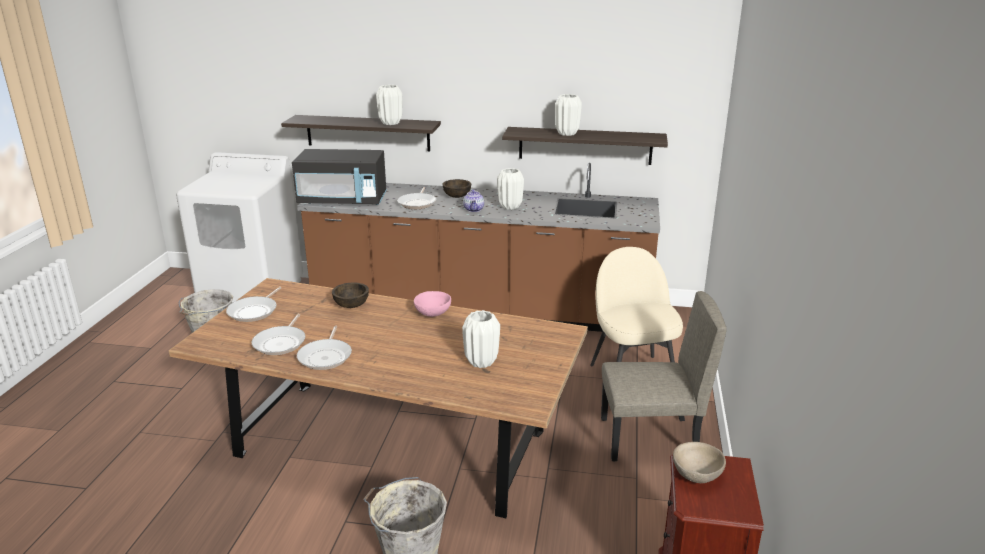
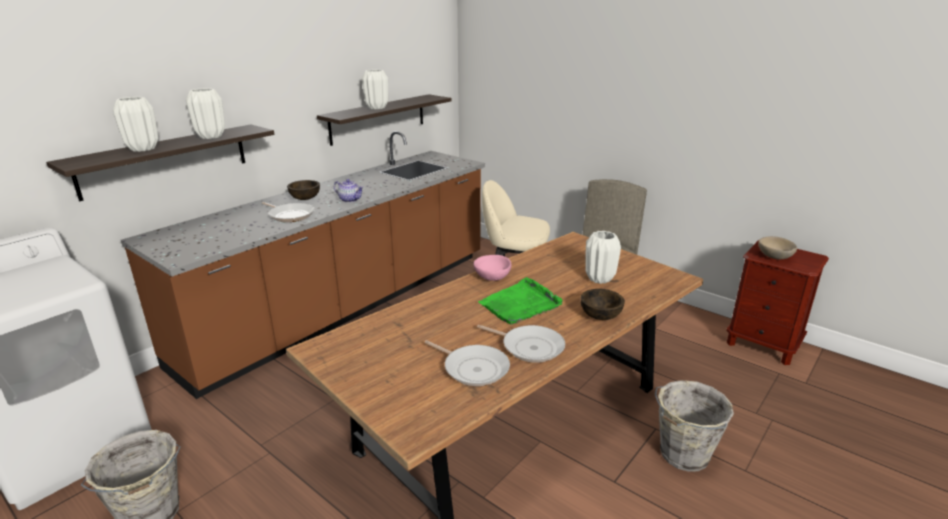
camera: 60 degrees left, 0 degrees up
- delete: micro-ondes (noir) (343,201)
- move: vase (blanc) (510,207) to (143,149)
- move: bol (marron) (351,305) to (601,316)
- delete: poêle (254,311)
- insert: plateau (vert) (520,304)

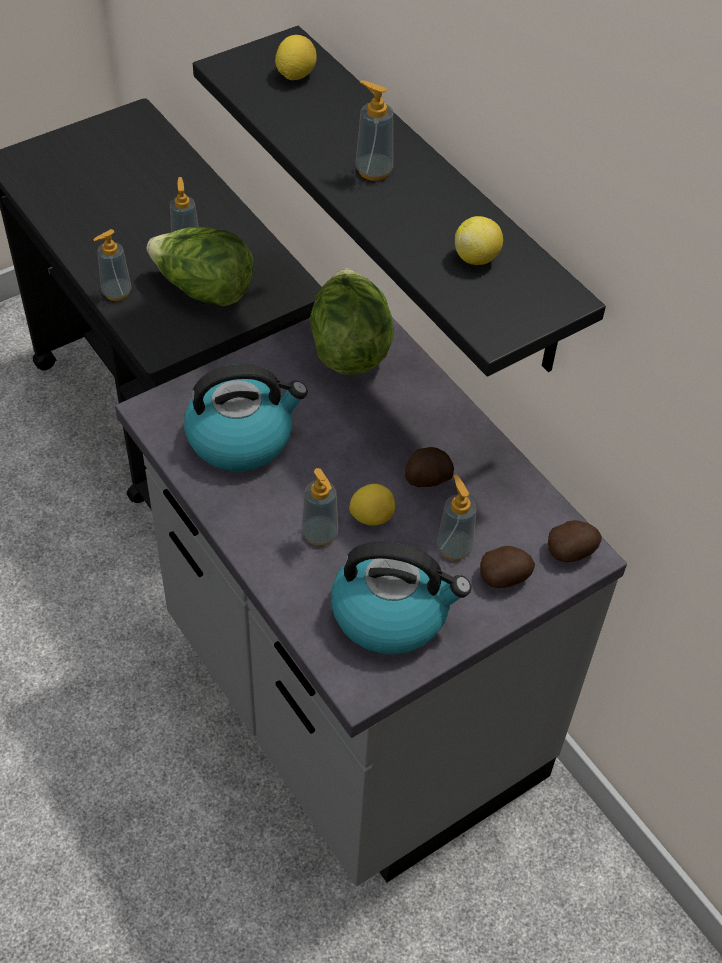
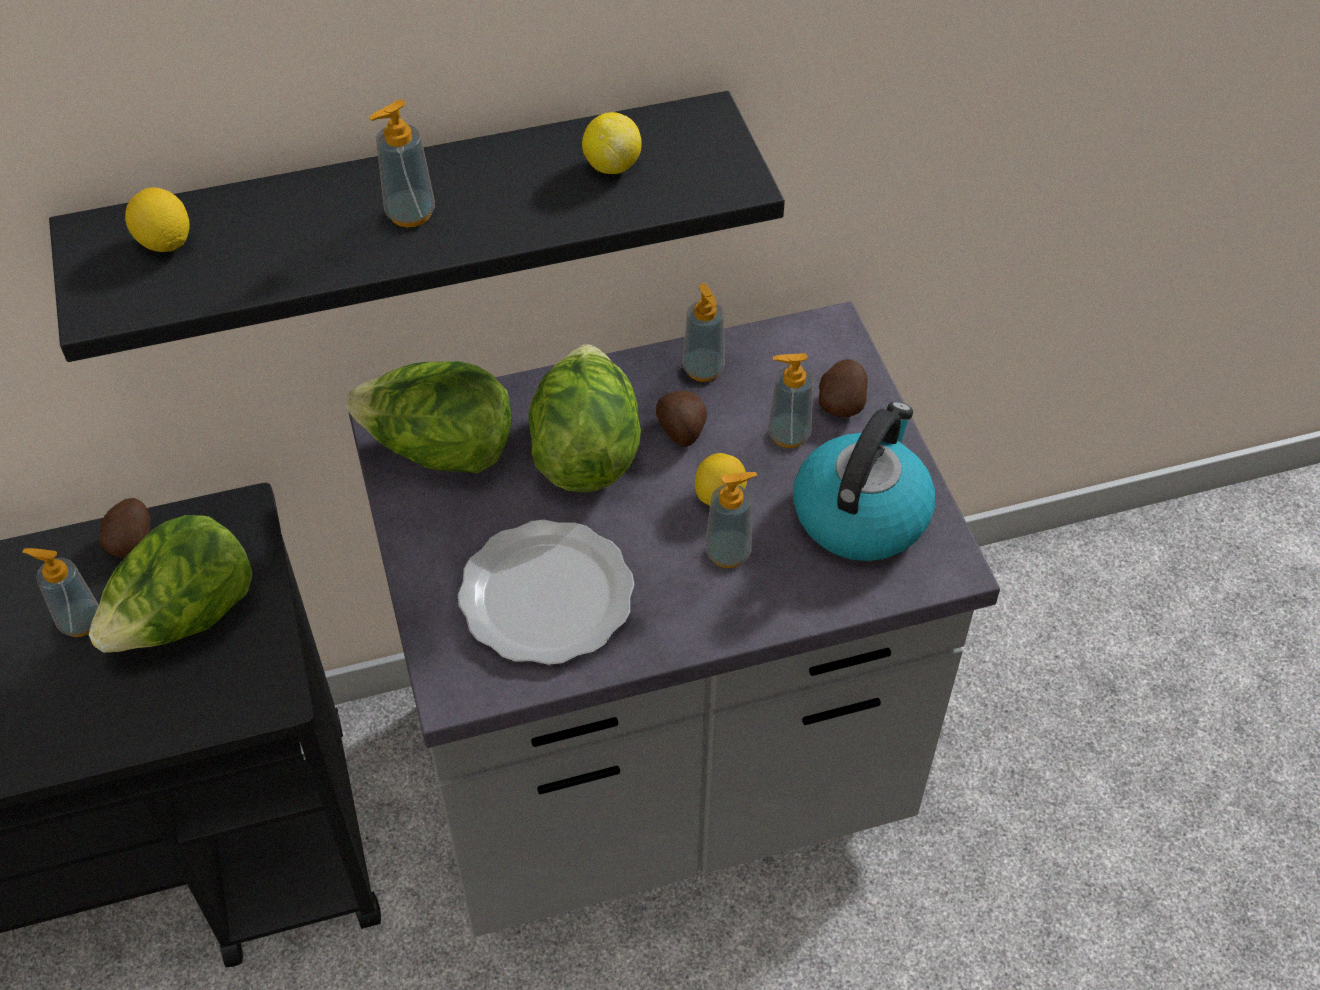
camera: 70 degrees left, 0 degrees up
- move: distributeur de savon (116,292) to (703,369)
- replace: bouilloire (242,437) to assiette (544,597)
- move: pomme de terre (571,552) to (133,540)
- insert: laitue (585,452)

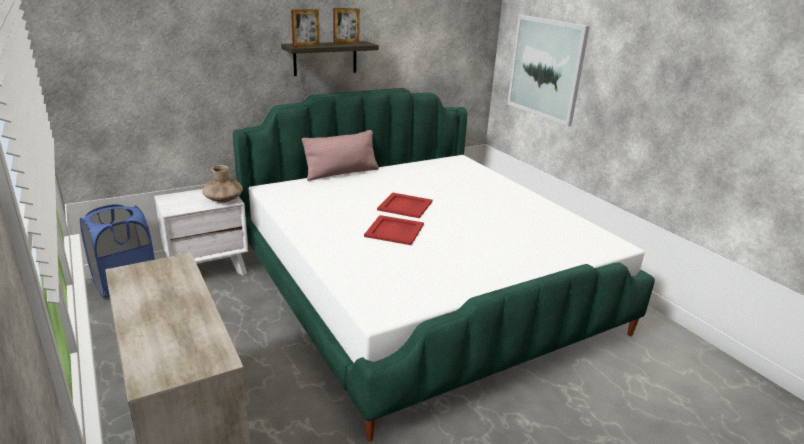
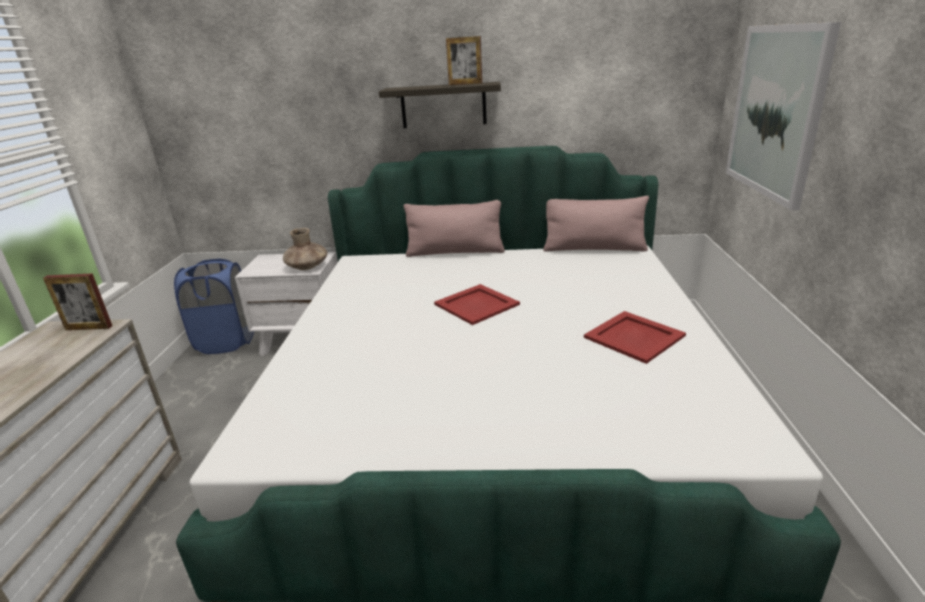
camera: 35 degrees right, 0 degrees up
- move: cadre photo (306,46) to (89,328)
- move: plateau (rouge) (394,230) to (634,337)
- insert: coussin (rose) (594,249)

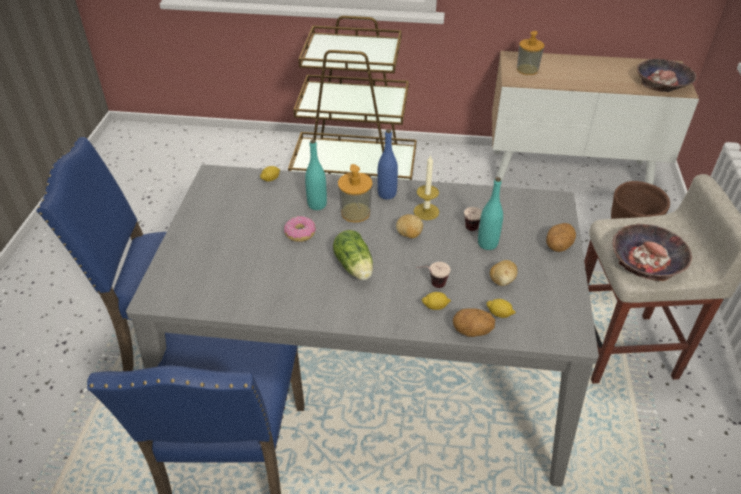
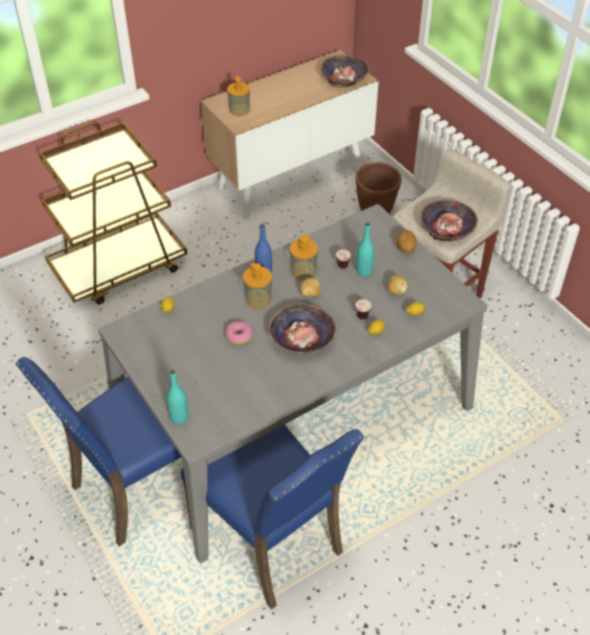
camera: 40 degrees left, 5 degrees up
- move: bouteille (turquoise) (317,205) to (179,417)
- replace: bougie (426,211) to distributeur de savon (303,271)
- replace: laitue (355,268) to bol (302,337)
- delete: pomme de terre (472,332)

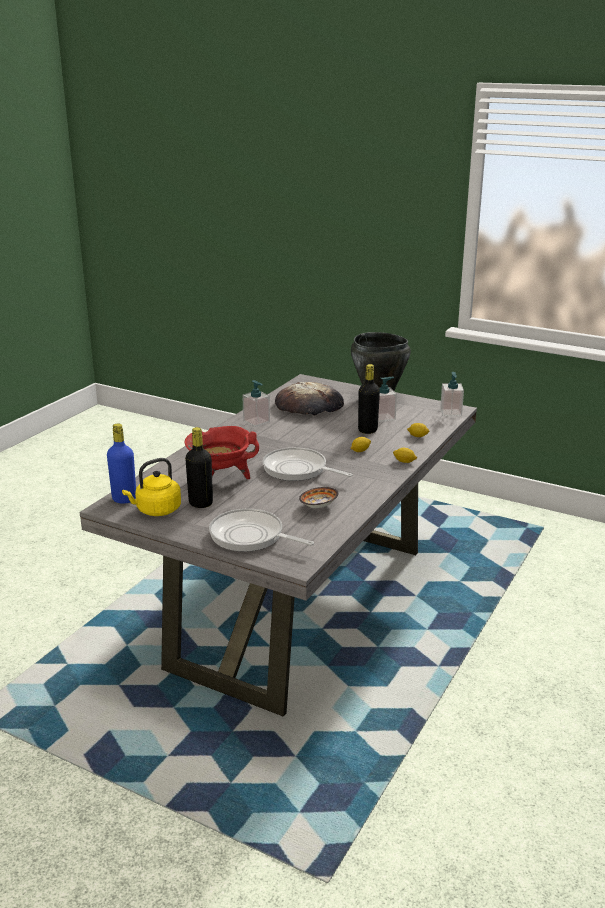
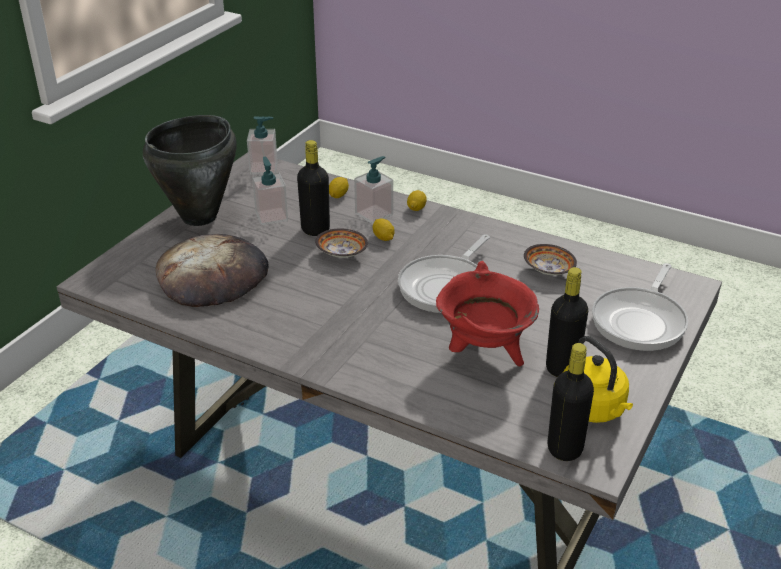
camera: 90 degrees left, 10 degrees up
- move: distributeur de savon (256,421) to (374,214)
- recolor: bouteille (bleu) (124,499) to bouteille (noir) (565,449)
- insert: bol (342,254)

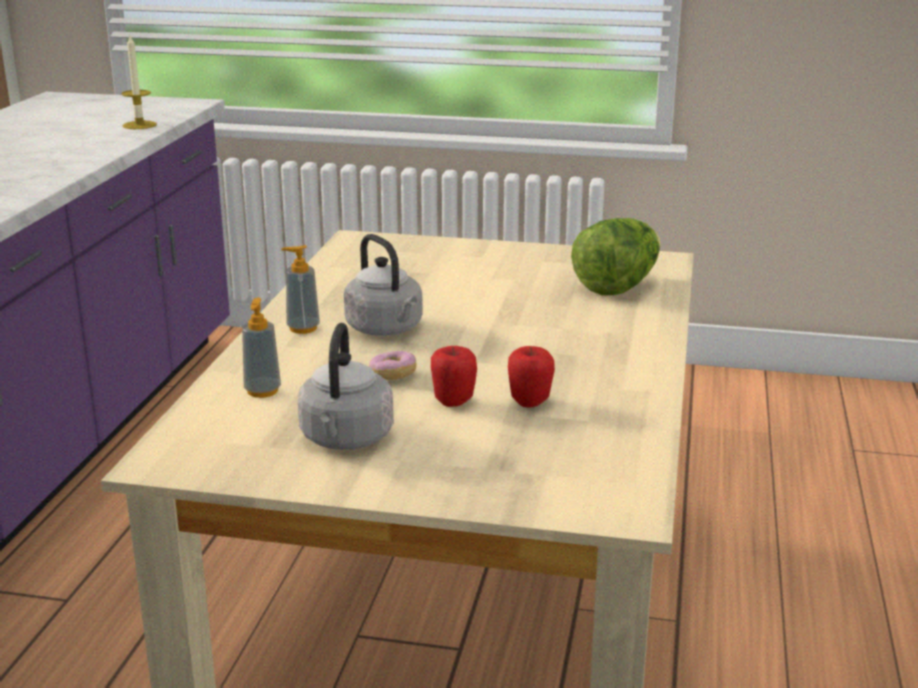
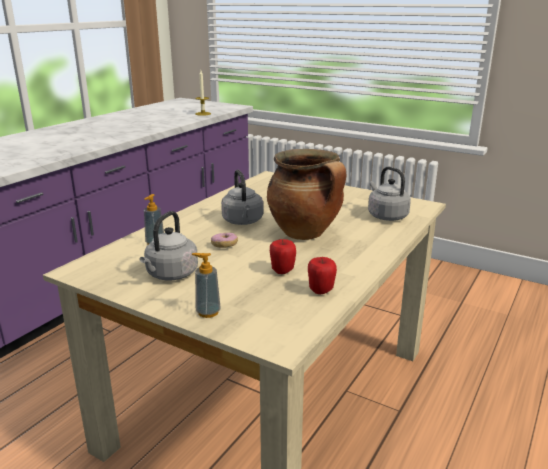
camera: 20 degrees right, 0 degrees up
- replace: laitue (617,286) to bouilloire (gris) (386,216)
- move: distributeur de savon (303,328) to (208,312)
- move: pomme (453,402) to (321,291)
- insert: marmite (306,233)

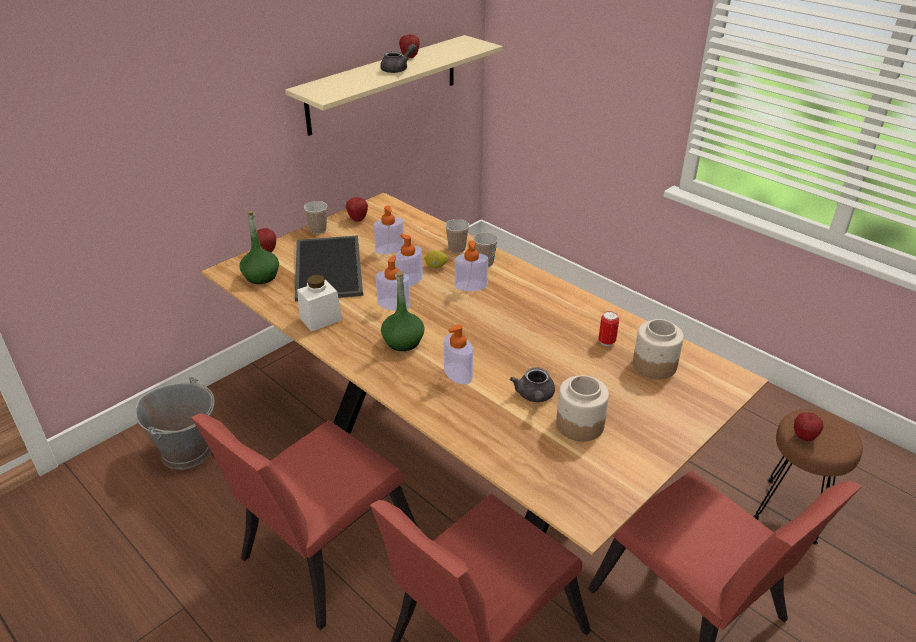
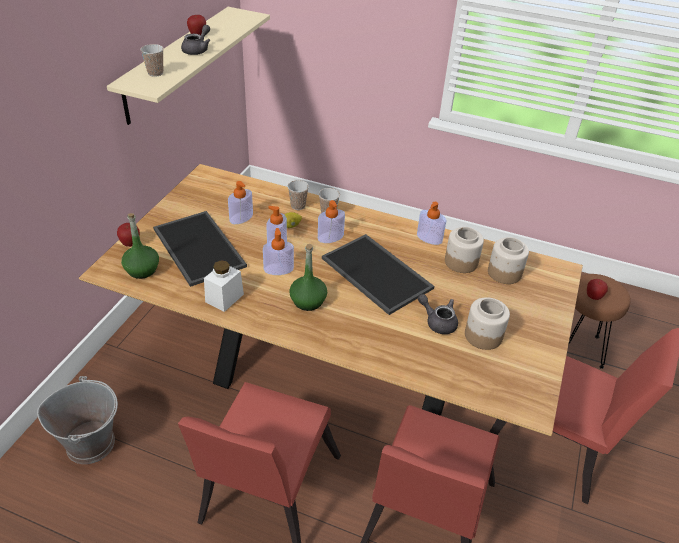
camera: 25 degrees left, 5 degrees up
- delete: pomme (357,219)
- move: tasse (318,230) to (155,73)
- replace: boîte métallique (606,342) to bocal (460,262)
- move: distributeur de savon (458,373) to (429,238)
- rotate: théière (gris) (534,396) = (438,322) 150 degrees clockwise
- insert: plateau (378,273)

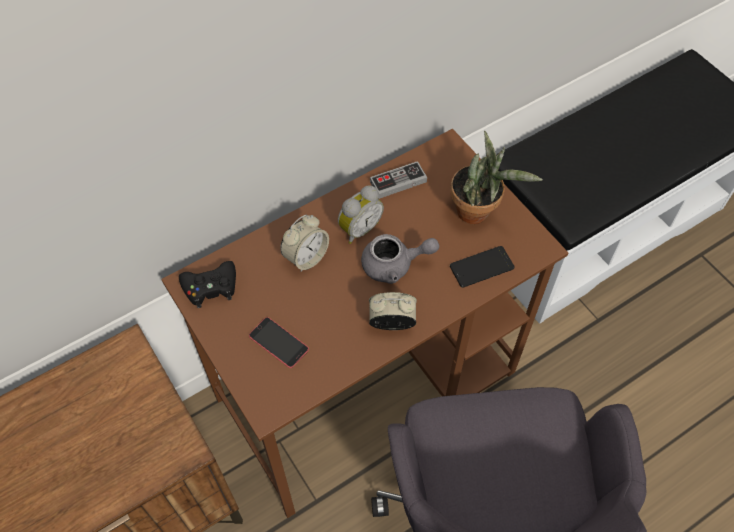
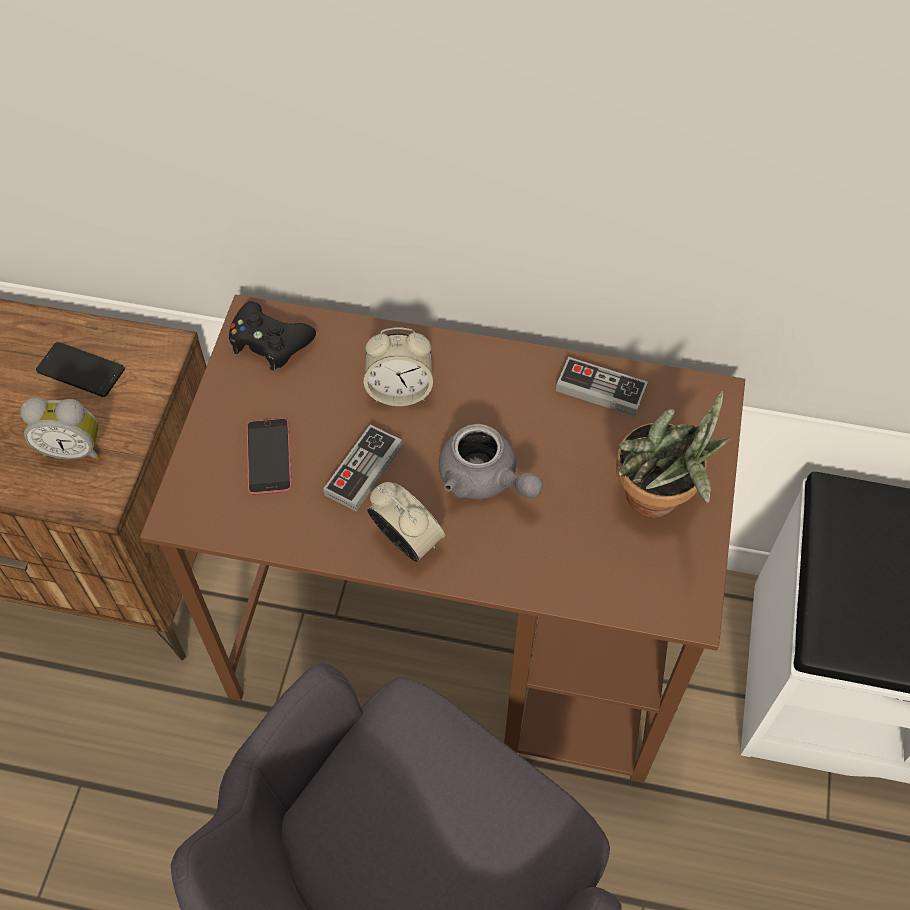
camera: 45 degrees right, 0 degrees up
- move: réveil (359,228) to (73,448)
- move: téléphone (481,267) to (80,370)
- insert: manette (363,470)

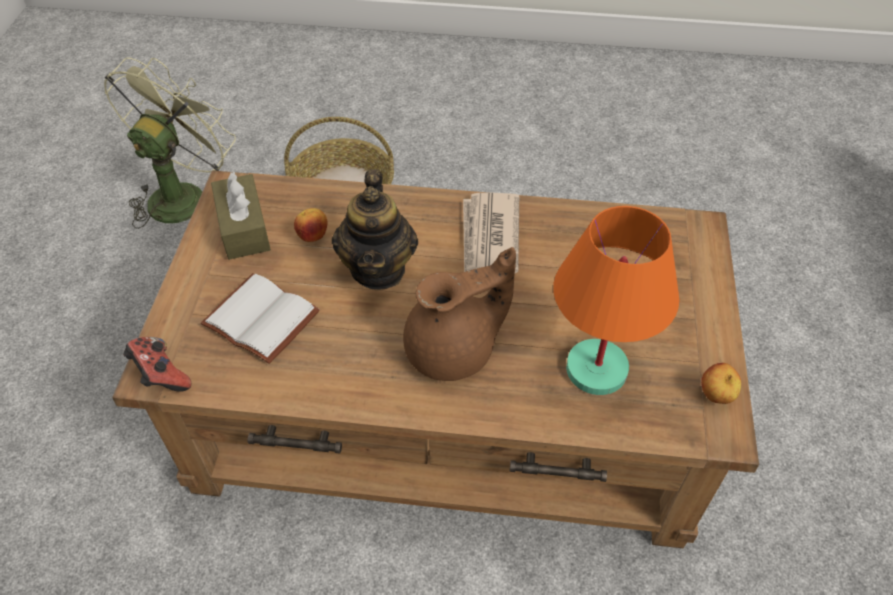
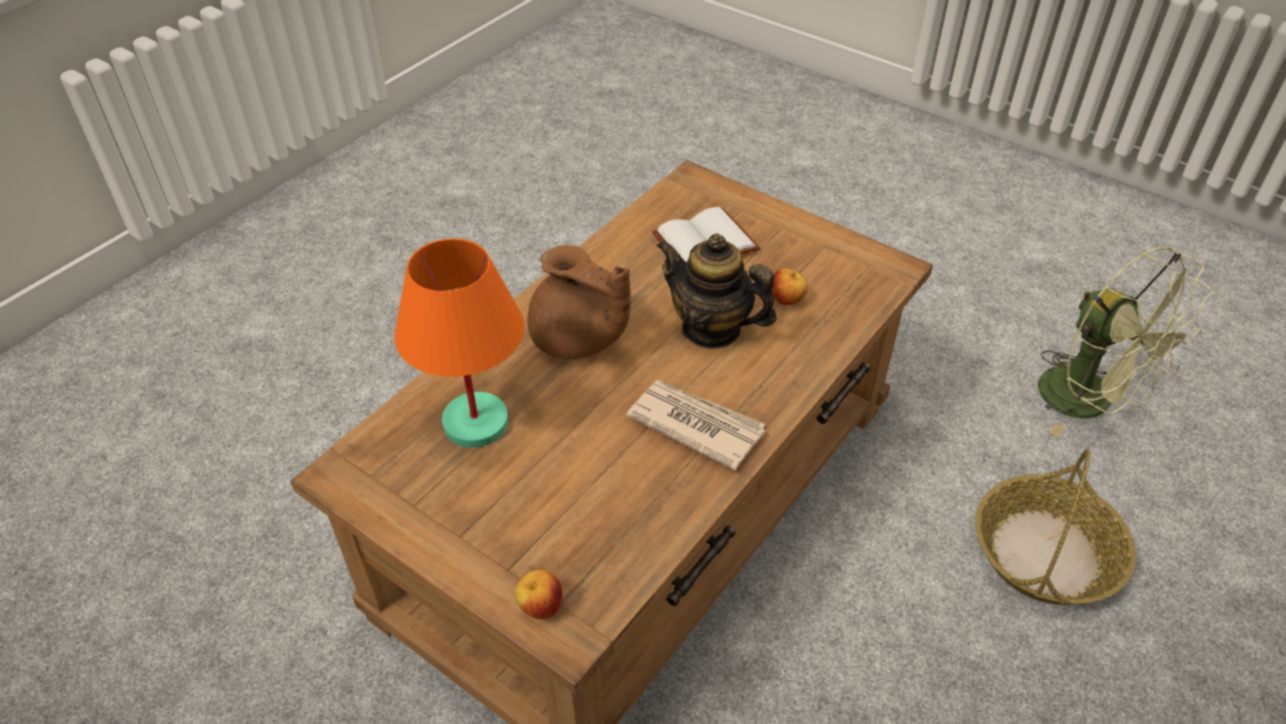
camera: 120 degrees right, 5 degrees down
- delete: boîte à mouchoirs (marron) (243,228)
- rotate: théière (marron) (454,350) = (577,340) 60 degrees counterclockwise
- delete: manette (161,376)
- move: pomme (716,395) to (540,607)

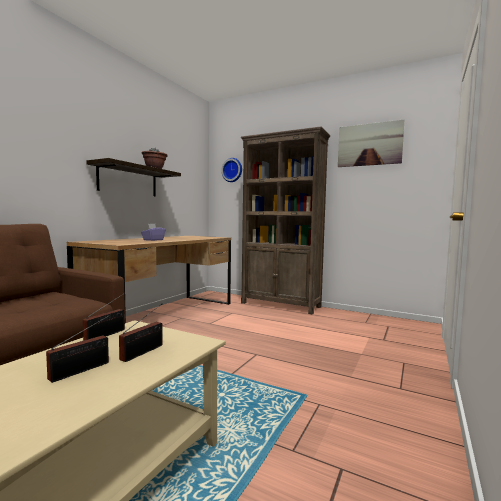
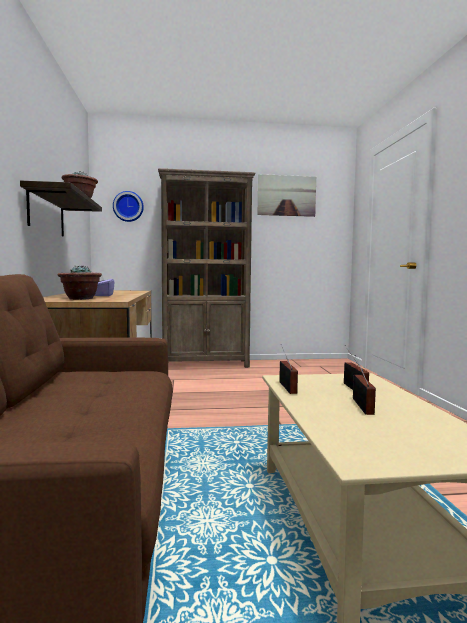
camera: 35 degrees left, 0 degrees up
- insert: plante en pot (80,299)

